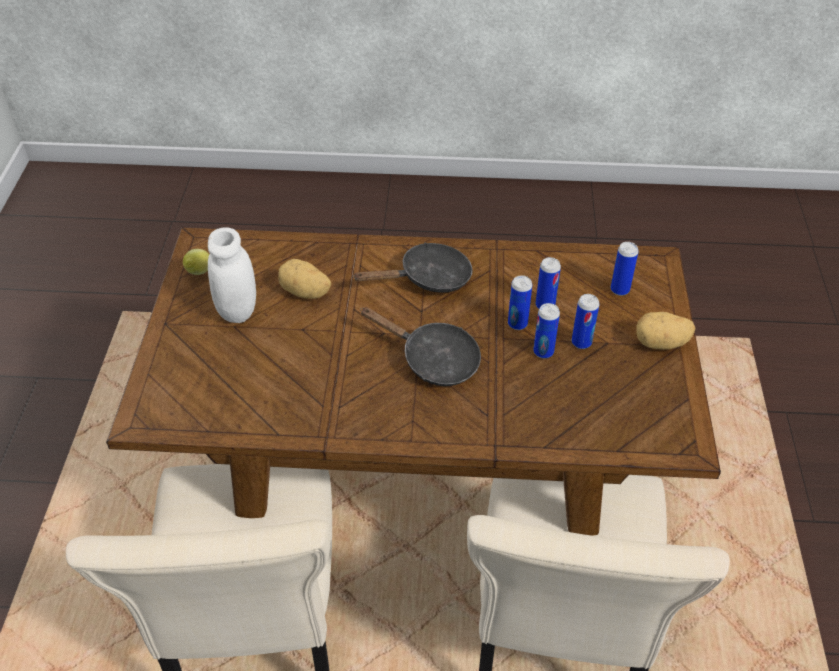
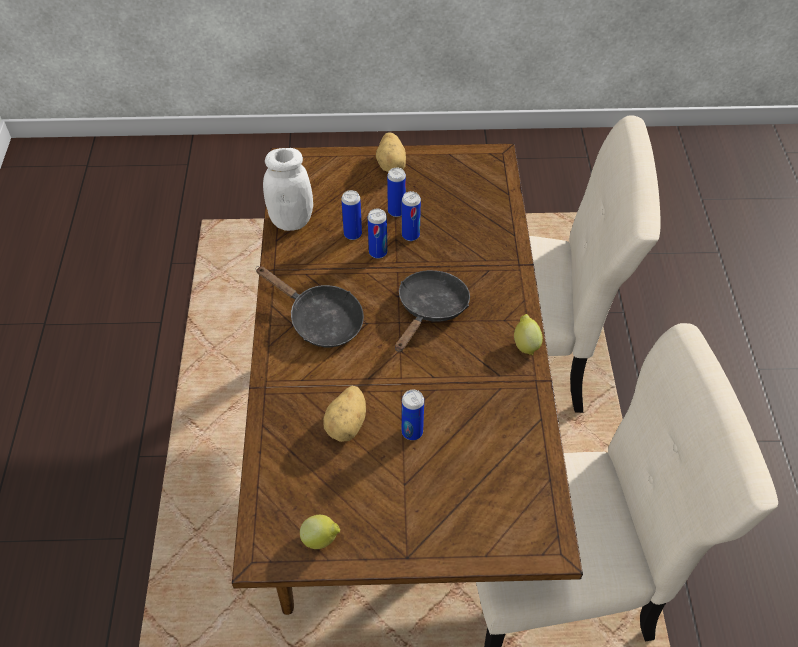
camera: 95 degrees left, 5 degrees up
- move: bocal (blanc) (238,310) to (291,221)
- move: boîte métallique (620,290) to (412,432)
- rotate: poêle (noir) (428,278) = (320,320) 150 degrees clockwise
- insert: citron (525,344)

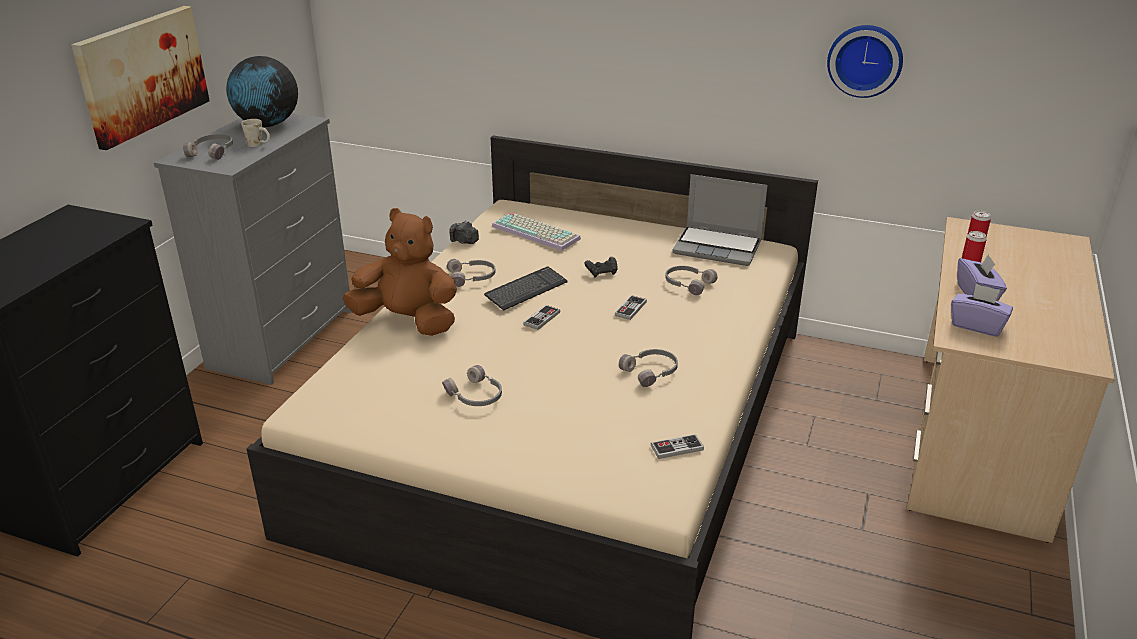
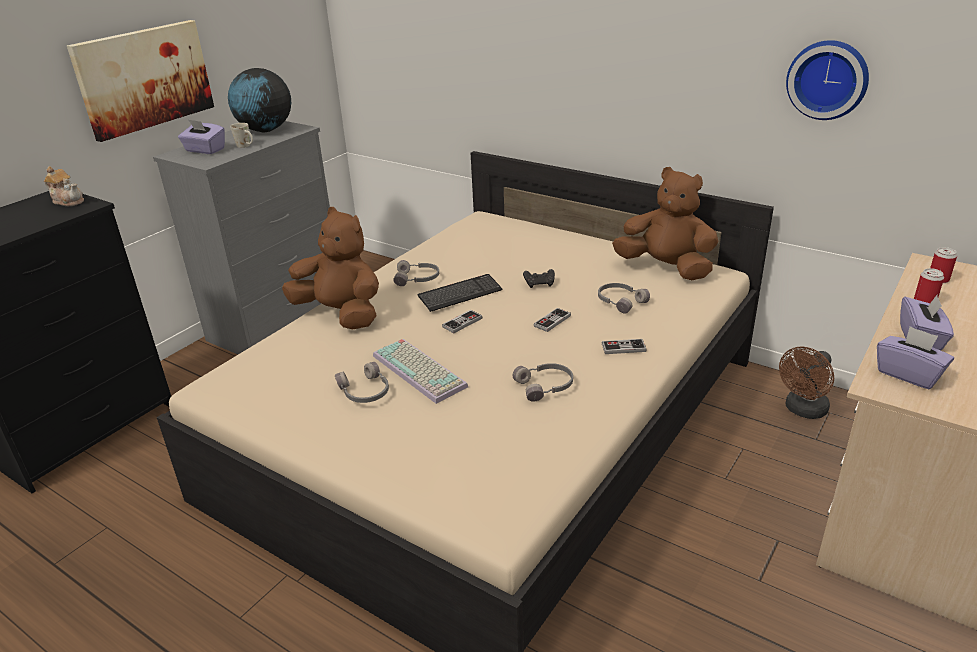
camera: 15 degrees right, 0 degrees up
- replace: casque audio (gris) (212,152) to boîte à mouchoirs (violet) (205,150)
- replace: ordinateur portable (718,247) to peluche (marron) (666,268)
- move: clavier (537,232) to (421,371)
- delete: appareil photo (464,241)
- move: manette (677,448) to (623,348)
- insert: théière (68,201)
- insert: ventilateur (marron) (803,410)

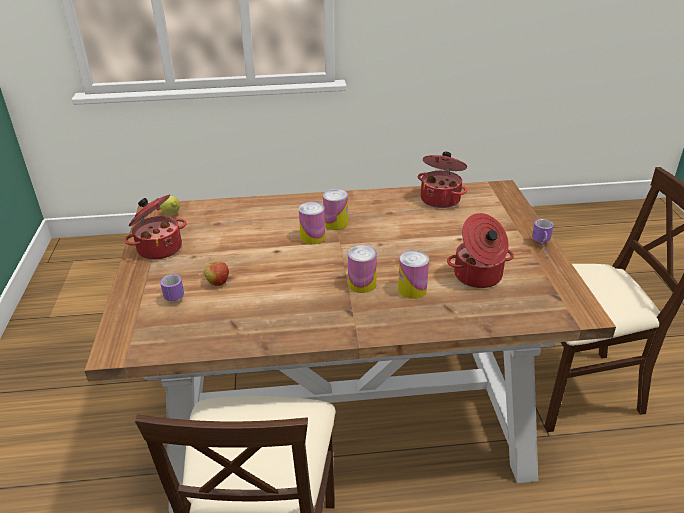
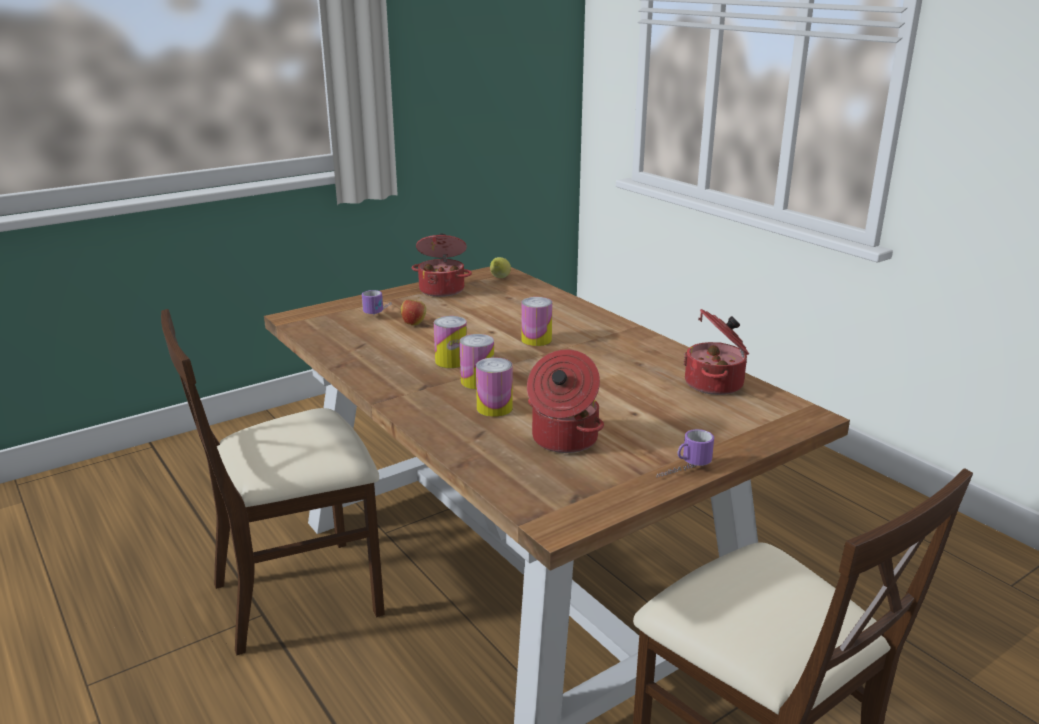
camera: 60 degrees right, 10 degrees down
- move: boîte métallique (336,223) to (451,361)

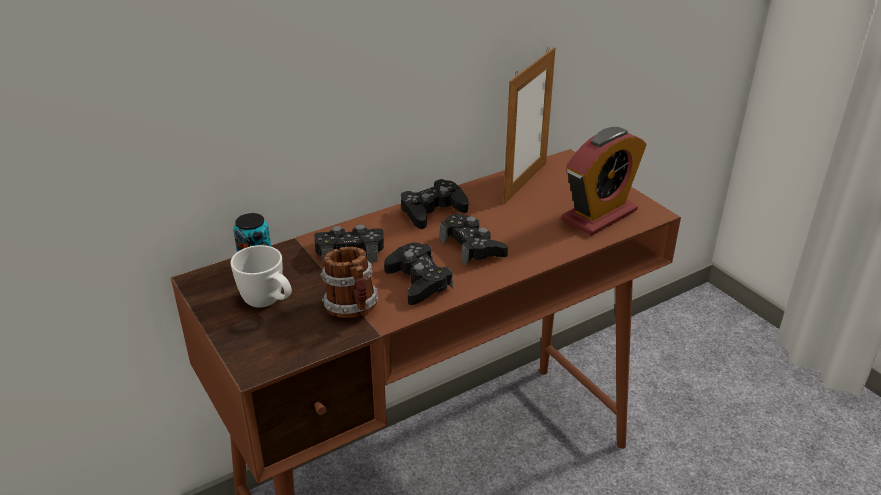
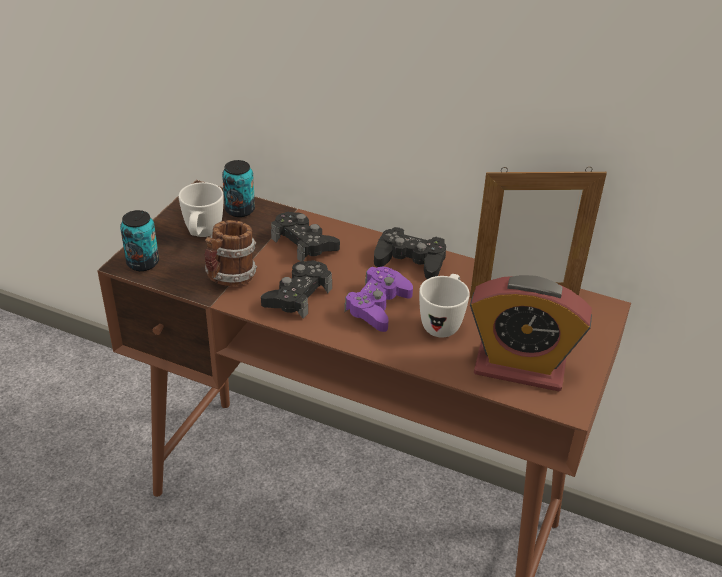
camera: 55 degrees right, 5 degrees up
- recolor: manette (noir) (472,247) to manette (violet) (378,305)
- insert: boîte métallique (143,263)
- insert: mug (blanc) (443,323)

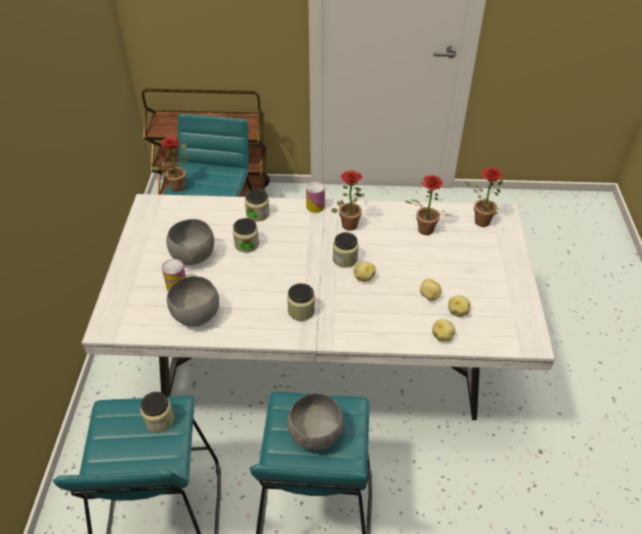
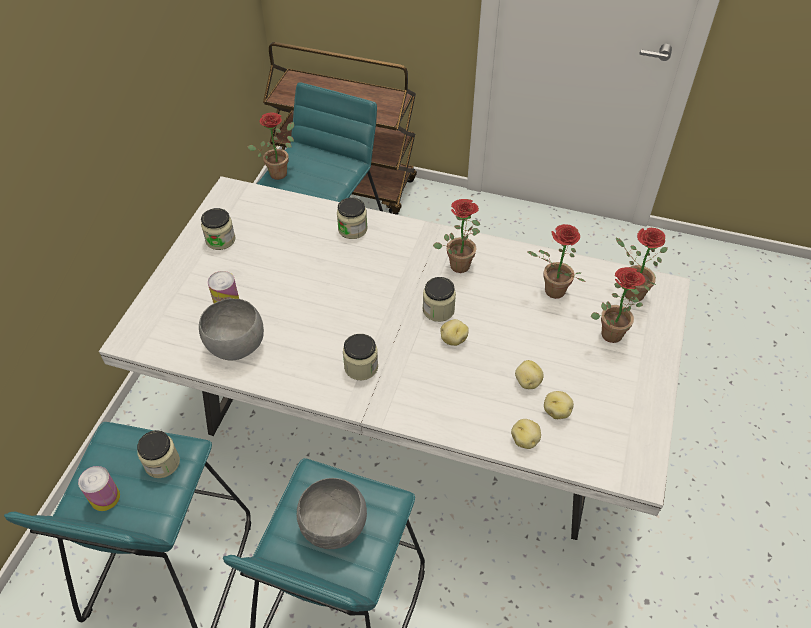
camera: 15 degrees right, 5 degrees up
- move: boîte métallique (315,206) to (105,497)
- move: bocal (246,244) to (220,240)
- delete: bol (gris) (193,256)
- insert: plante en pot (610,330)

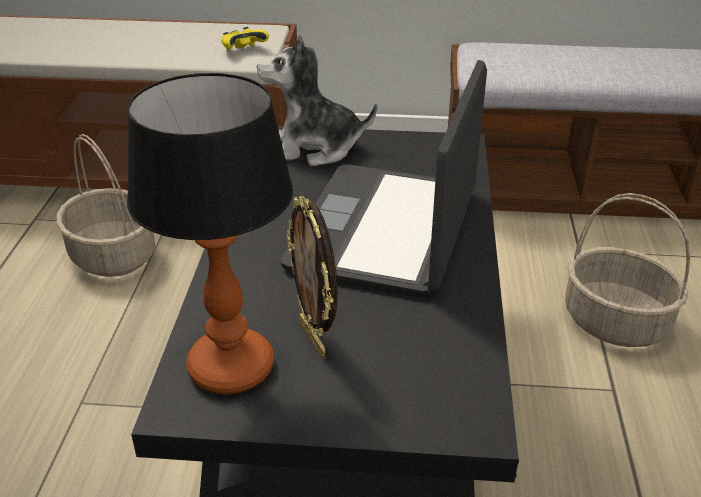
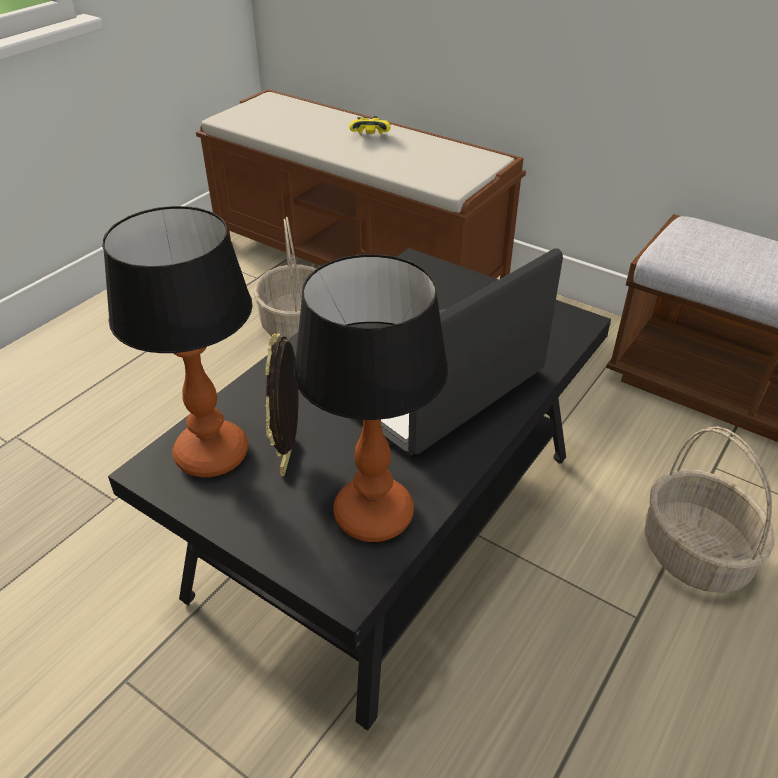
camera: 30 degrees right, 5 degrees up
- move: manette (jaune) (243,50) to (370,136)
- delete: peluche (314,148)
- insert: lampe de table (374,513)

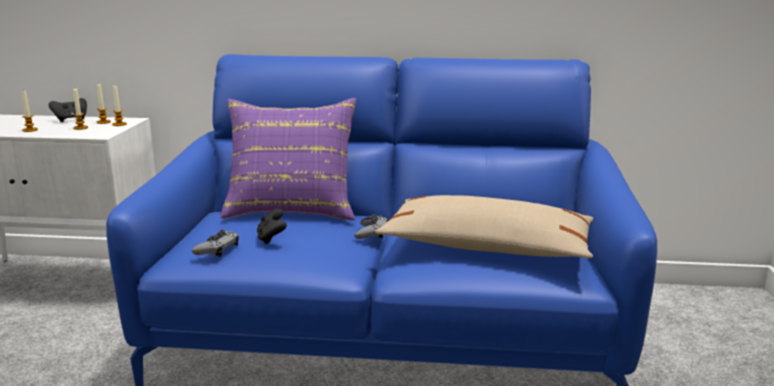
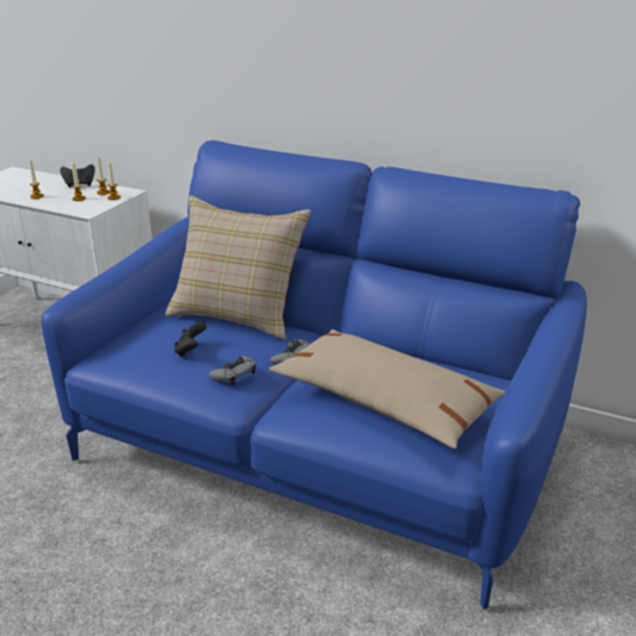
camera: 20 degrees right, 10 degrees up
- recolor: coussin (violet) (292,208) to coussin (beige) (238,313)
- move: manette (gris) (217,249) to (234,374)

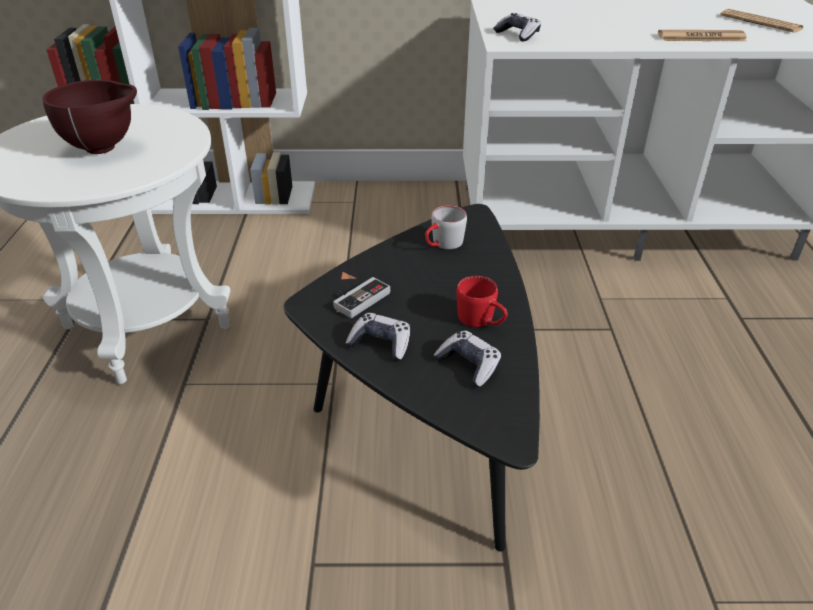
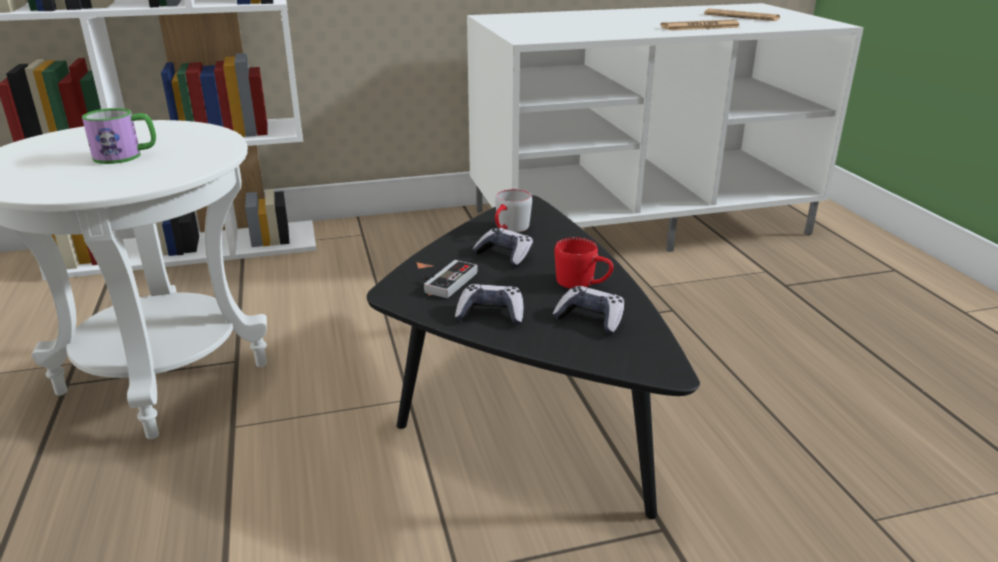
camera: 15 degrees left, 10 degrees down
- move: manette (517,35) to (504,255)
- replace: bol (marron) (105,148) to mug (126,156)

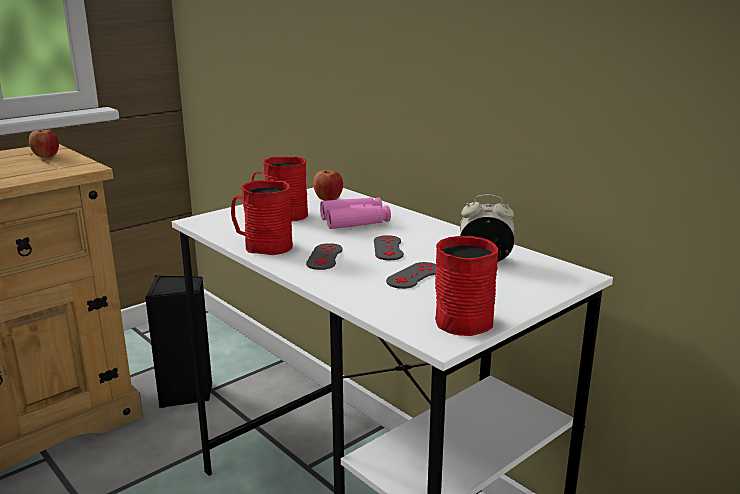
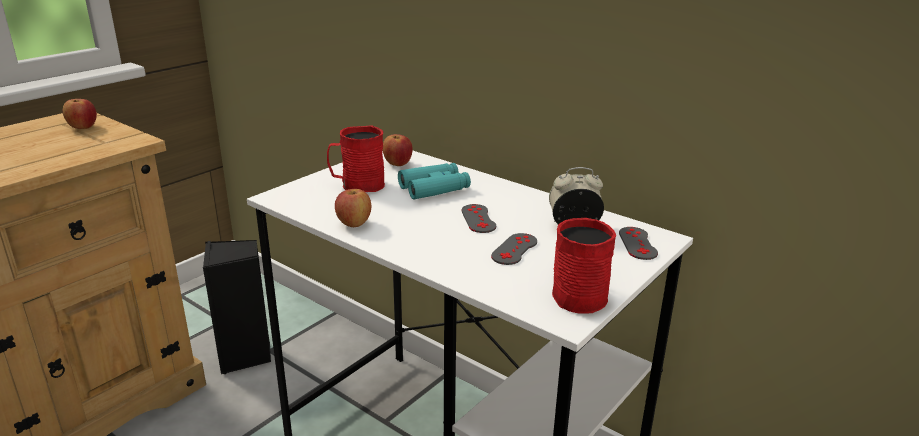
camera: 10 degrees left, 5 degrees up
- replace: mug (rouge) (262,246) to pomme (354,224)
- recolor: jumelles (rose) (355,221) to jumelles (turquoise) (434,188)
- move: manette (gris) (324,257) to (637,243)

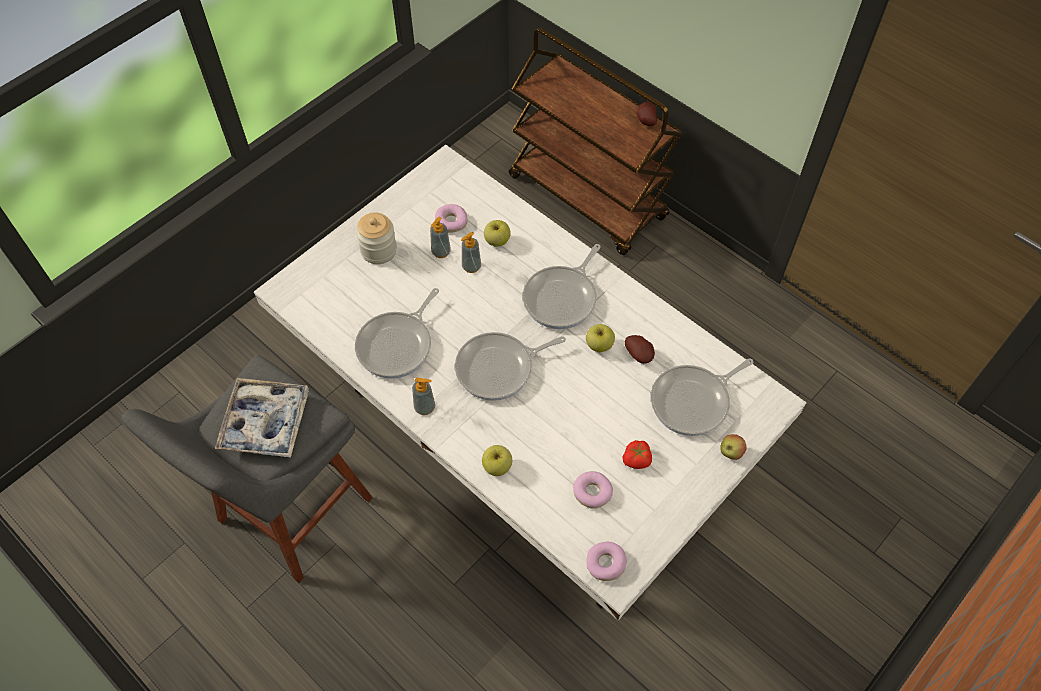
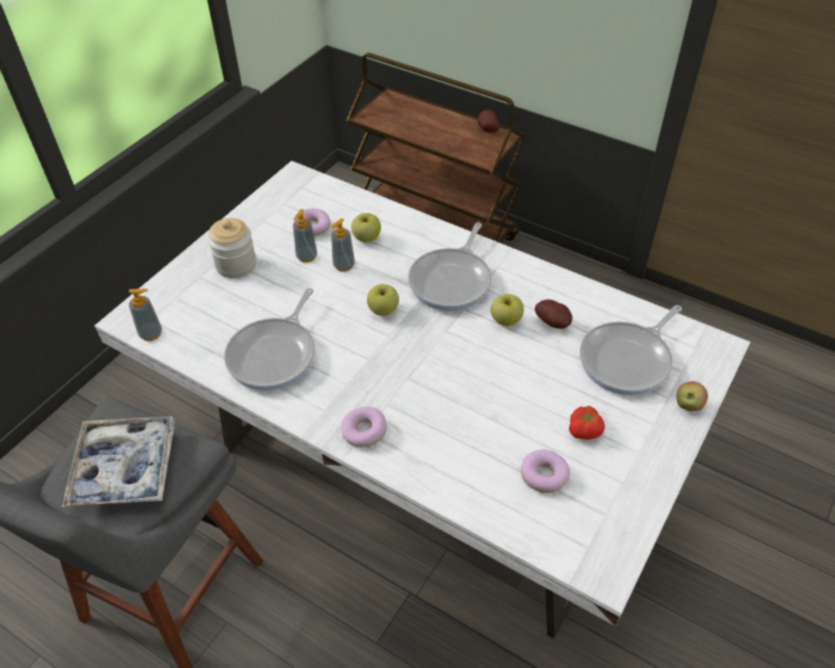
camera: 10 degrees left, 10 degrees down
- delete: poêle (499,368)
- move: distributeur de savon (425,407) to (151,334)
- move: pomme (497,466) to (383,310)
- move: beignet (605,563) to (364,431)

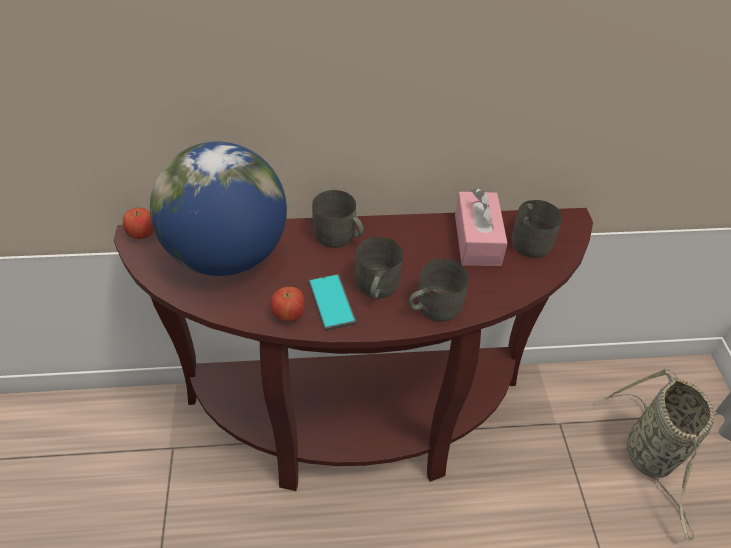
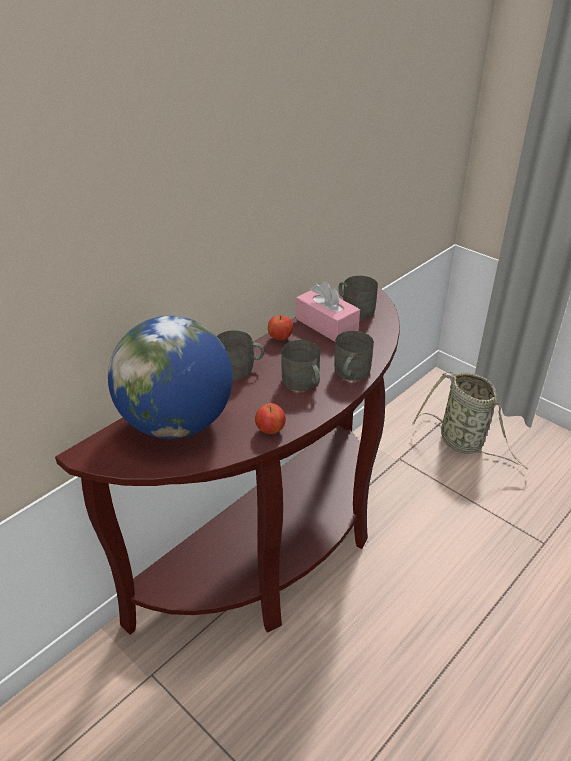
camera: 40 degrees left, 10 degrees down
- move: pomme (142,234) to (280,338)
- delete: téléphone (332,302)

